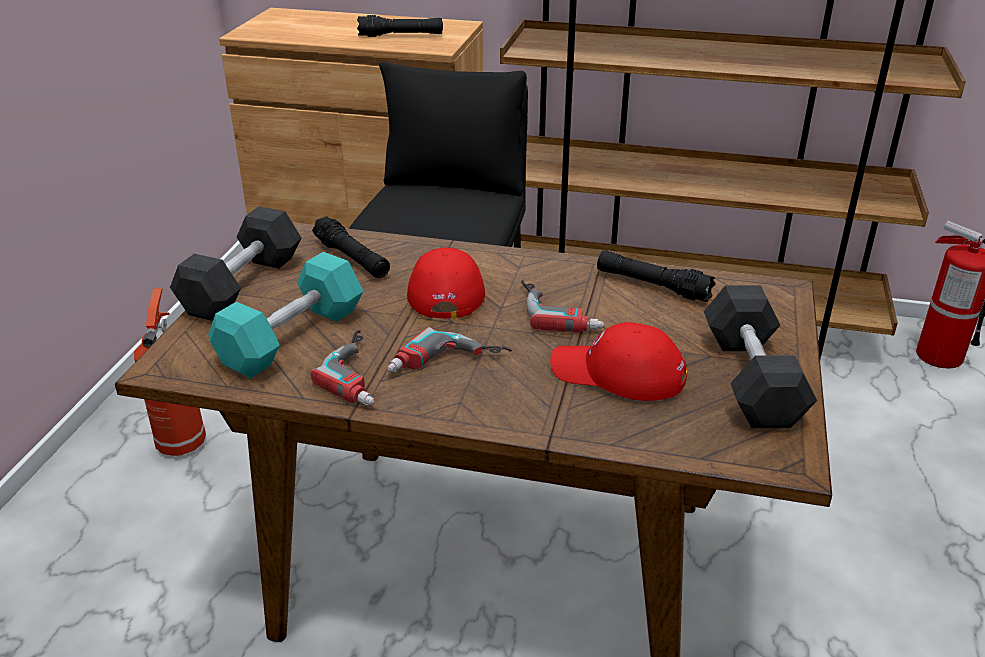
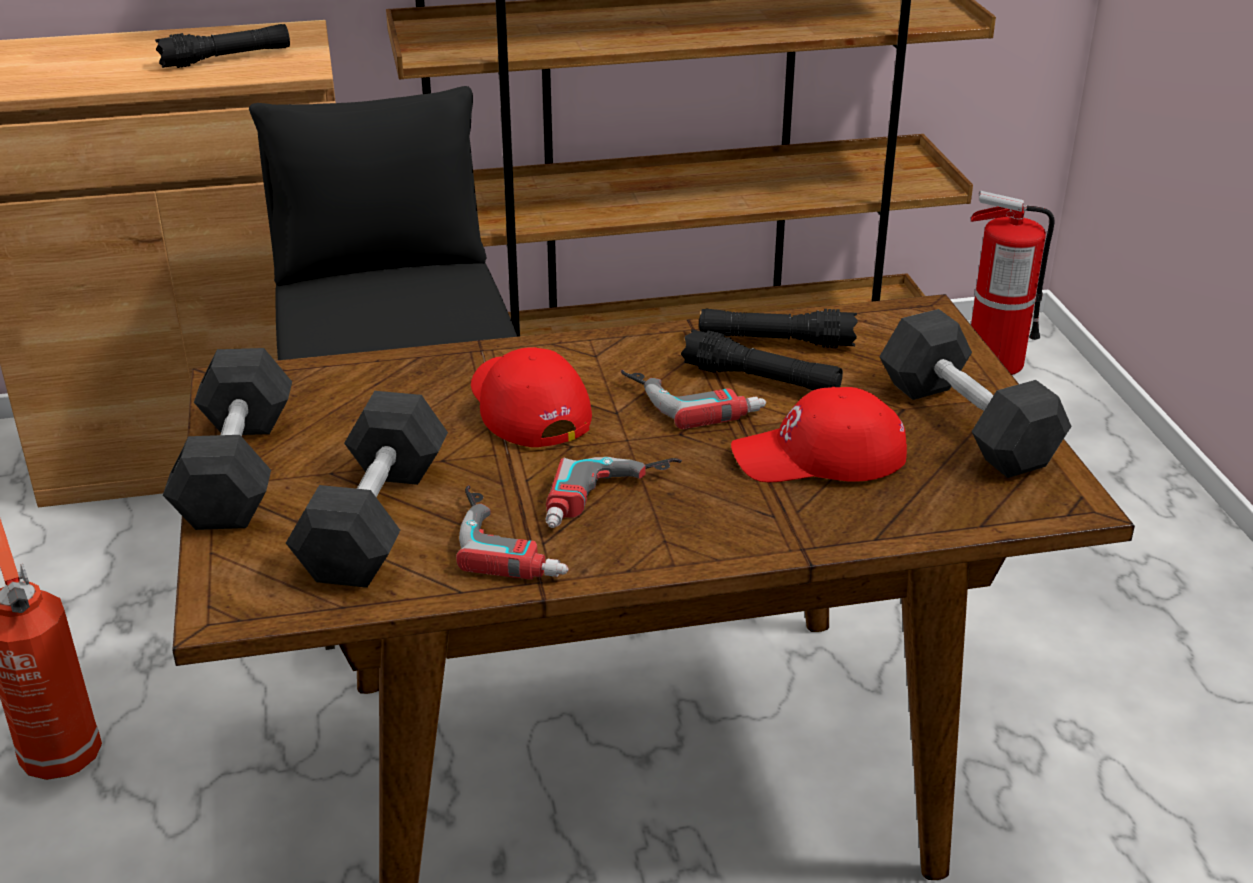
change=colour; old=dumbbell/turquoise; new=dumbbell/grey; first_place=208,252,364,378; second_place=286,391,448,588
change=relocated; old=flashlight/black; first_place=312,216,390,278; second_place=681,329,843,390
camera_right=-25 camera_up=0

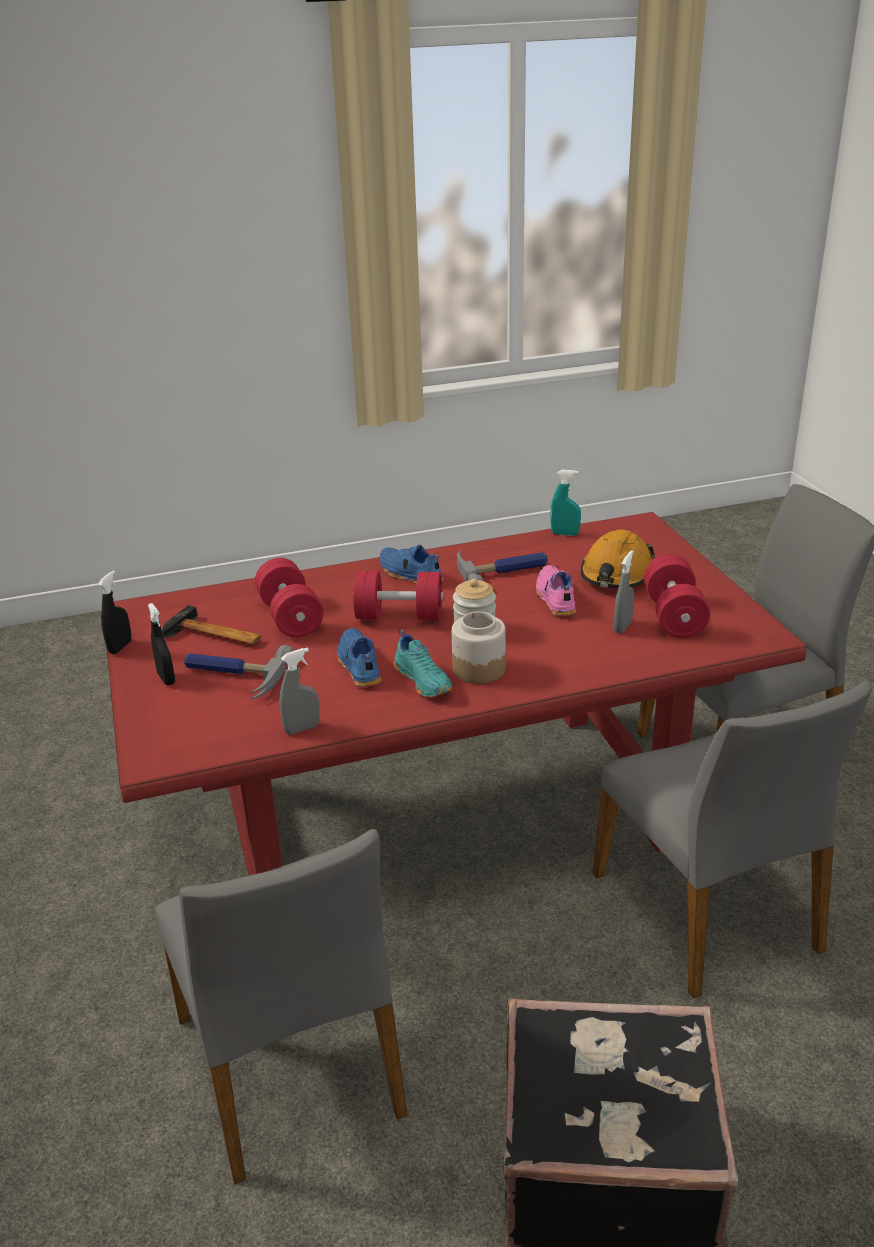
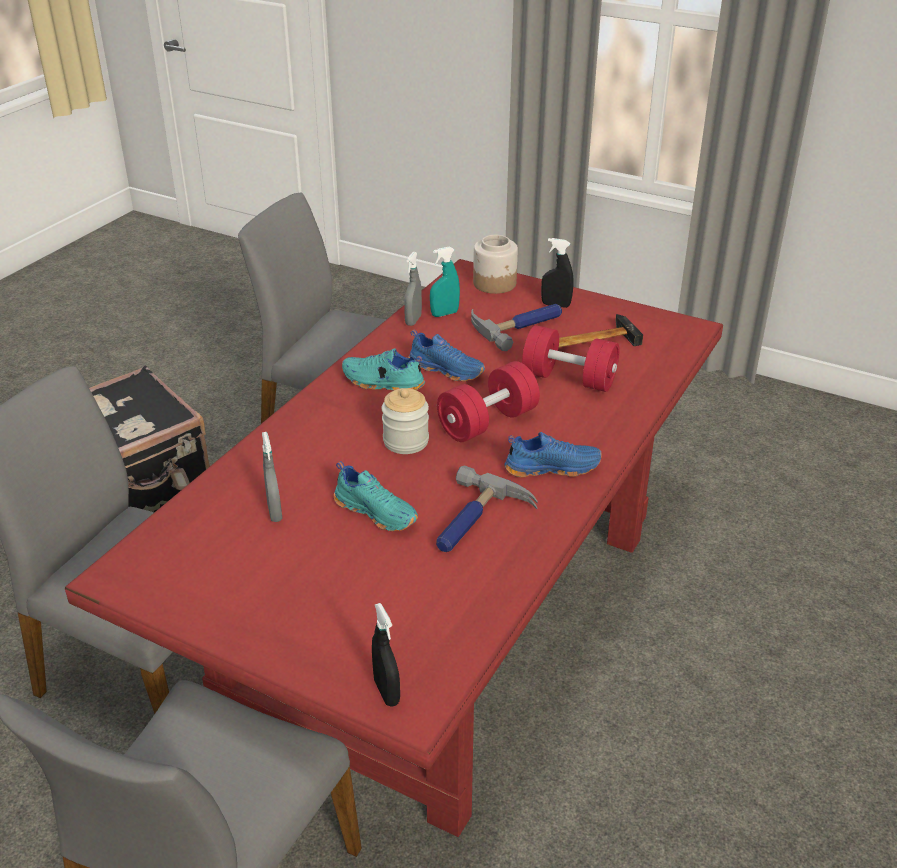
change=colour; old=shoe/pink; new=shoe/turquoise; first_place=536,565,577,616; second_place=334,461,418,531
change=relocated; old=spray bottle/black; first_place=98,570,131,654; second_place=372,603,400,707
change=relocated; old=spray bottle/turquoise; first_place=550,470,581,536; second_place=430,247,460,317
change=relocated; old=jar; first_place=452,612,506,684; second_place=473,235,518,294
change=missing; old=hard hat/orange; first_place=580,529,655,588
change=missing; old=dumbbell/red; first_place=644,554,710,638
camera_right=135 camera_up=5

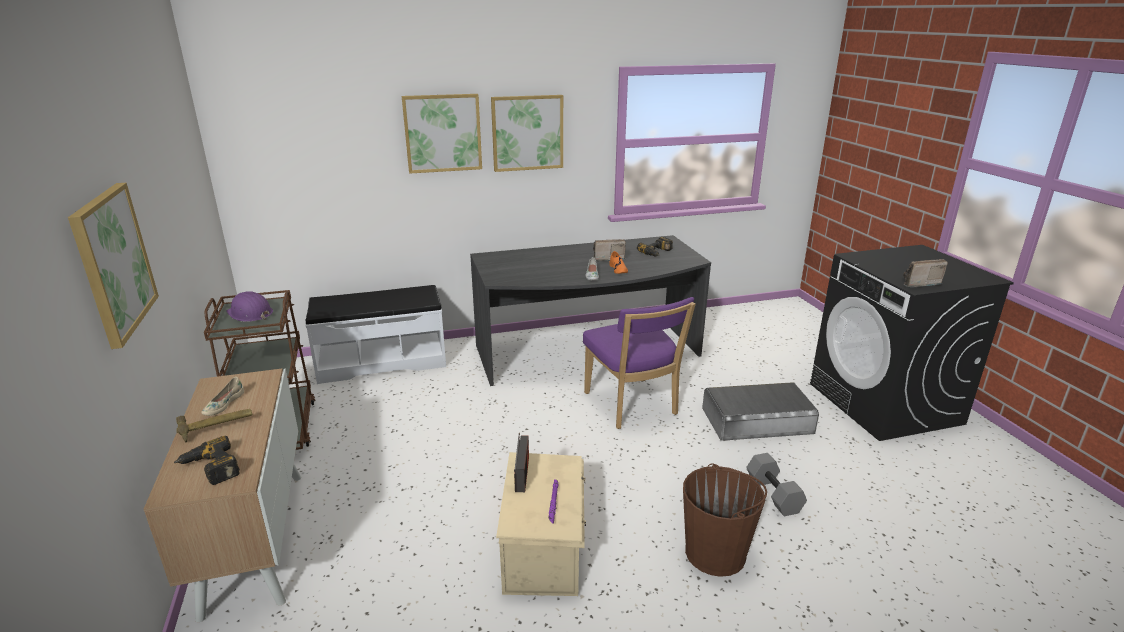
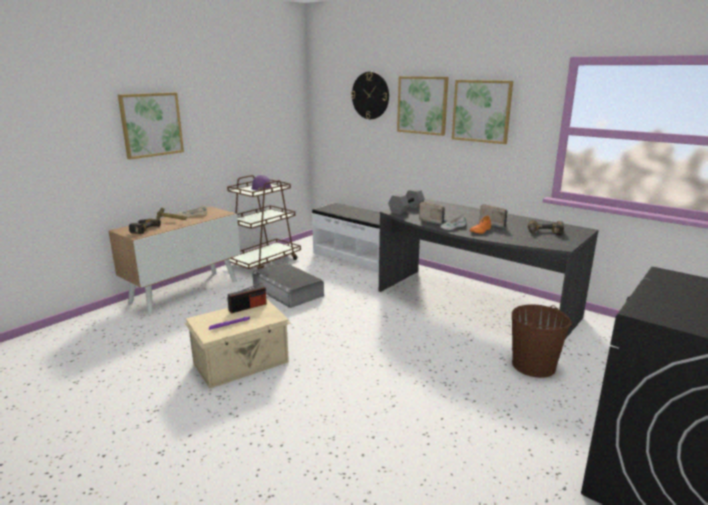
change=relocated; old=storage box/grey; first_place=702,382,819,441; second_place=252,262,324,308
change=appeared; new=wall clock; second_place=351,72,389,119
change=relocated; old=dumbbell/grey; first_place=746,453,807,516; second_place=388,189,425,214
change=relocated; old=radio; first_place=903,259,948,288; second_place=419,202,445,224
change=relocated; old=bucket/brown; first_place=683,463,767,577; second_place=512,304,571,378
change=missing; old=chair/purple; first_place=583,297,696,429
camera_right=55 camera_up=-5

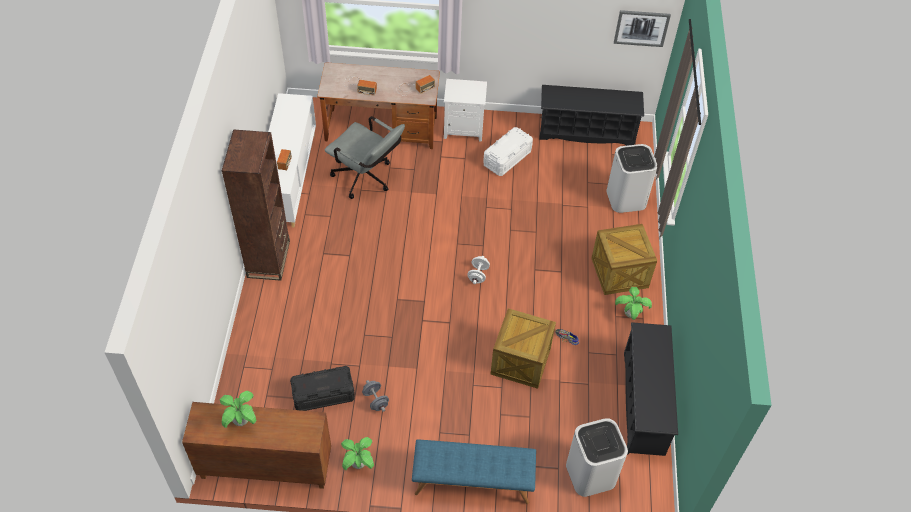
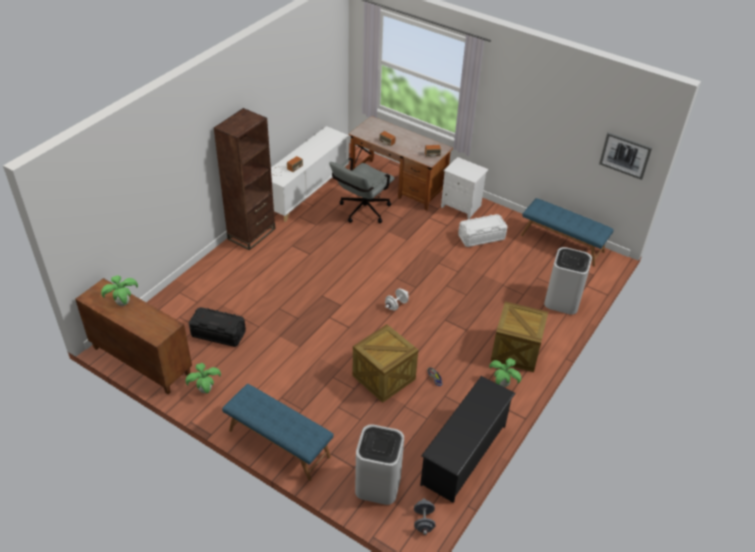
change=spun; old=office chair/grey; first_place=325,116,405,199; second_place=329,158,395,223; degrees=60
change=relocated; old=dumbbell/grey; first_place=362,380,389,412; second_place=414,498,435,535
change=exchanged; old=shoe rack/black; new=bench/blue; first_place=539,85,644,146; second_place=521,198,614,267
camera_right=30 camera_up=-10

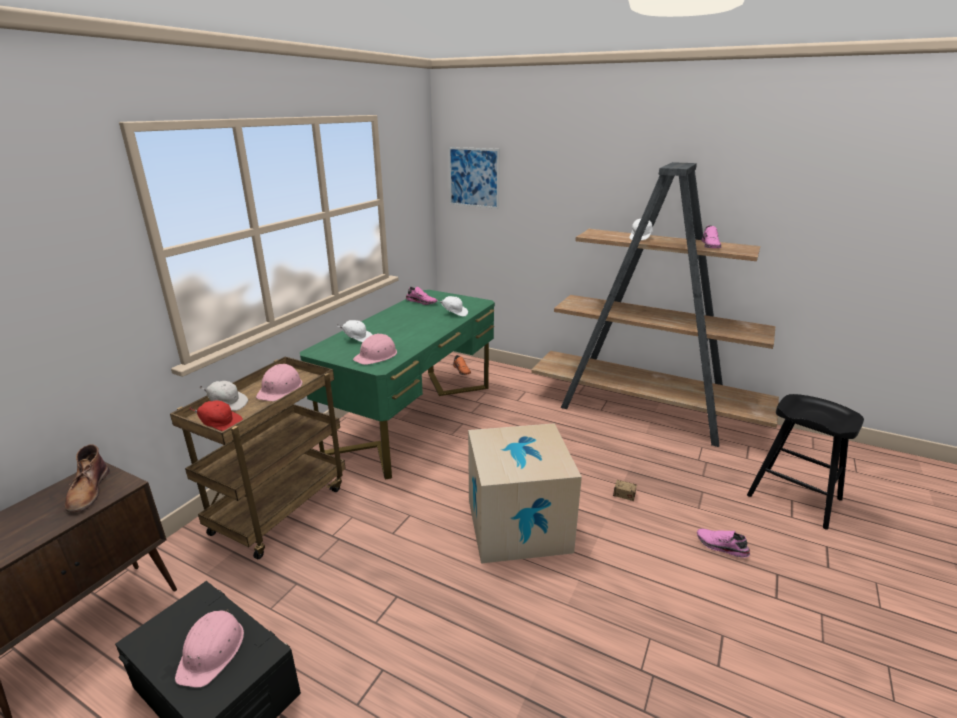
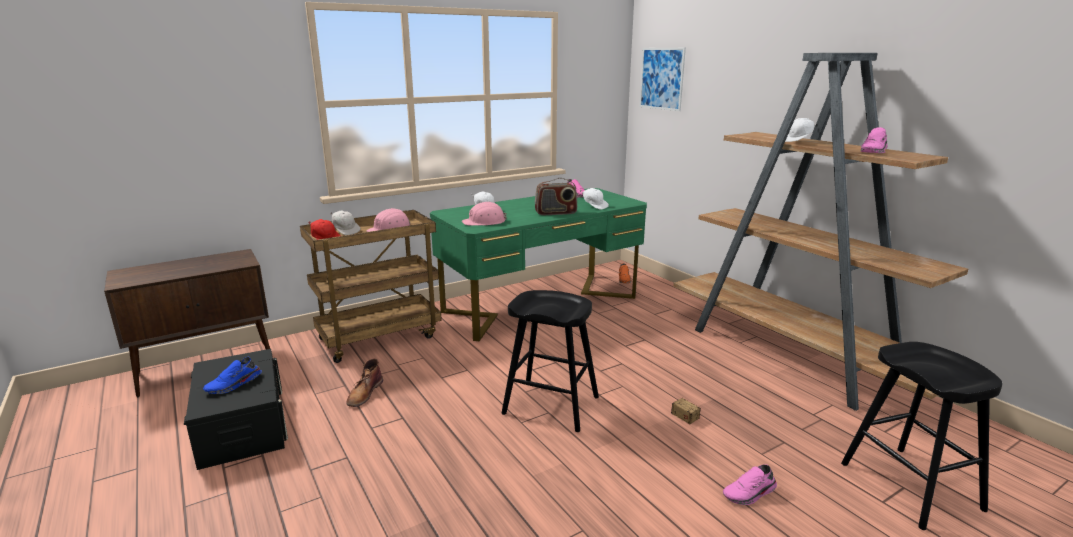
change=exchanged; old=hard hat/pink; new=shoe/blue; first_place=175,609,244,688; second_place=203,357,262,394
change=relocated; old=boot/brown; first_place=65,444,109,513; second_place=346,359,383,407
change=exchanged; old=cardboard box; new=stool/black; first_place=468,423,582,564; second_place=501,290,599,432
change=appeared; new=radio; second_place=535,178,577,215
change=spun; old=shoe/pink; first_place=697,529,750,558; second_place=723,465,777,505; degrees=-90
camera_right=30 camera_up=-5

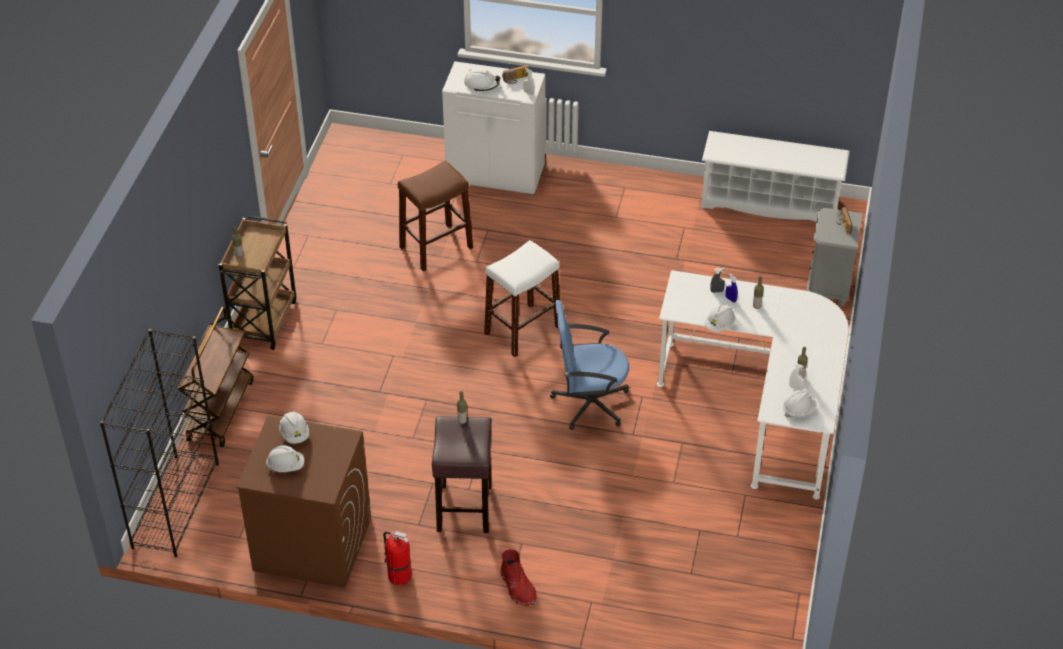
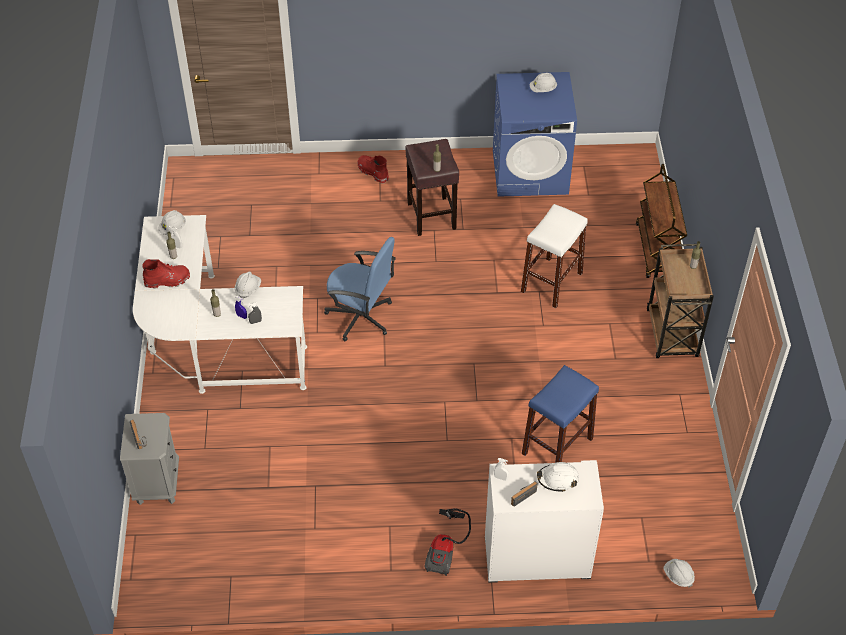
change=appeared; new=boot/red; second_place=142,259,190,289
change=spun; old=office chair/blue; first_place=550,300,629,430; second_place=324,237,396,341; degrees=45
change=appeared; new=vacuum cleaner; second_place=424,508,471,576
change=colour; old=washing machine/brown; new=washing machine/blue; first_place=236,415,371,588; second_place=493,72,577,197
change=relocated; old=stool/white; first_place=484,240,560,357; second_place=521,204,588,308
change=colour; old=stool/brown; new=stool/blue; first_place=398,161,473,271; second_place=522,365,599,463
change=relocated; old=hard hat/white; first_place=279,411,309,444; second_place=664,559,695,588
change=missing; old=bookcase/black; first_place=100,329,219,557
change=missing; old=fire extinguisher; first_place=383,531,412,585
change=missing; old=shoe rack/white; first_place=701,131,850,222
camera_right=165 camera_up=5

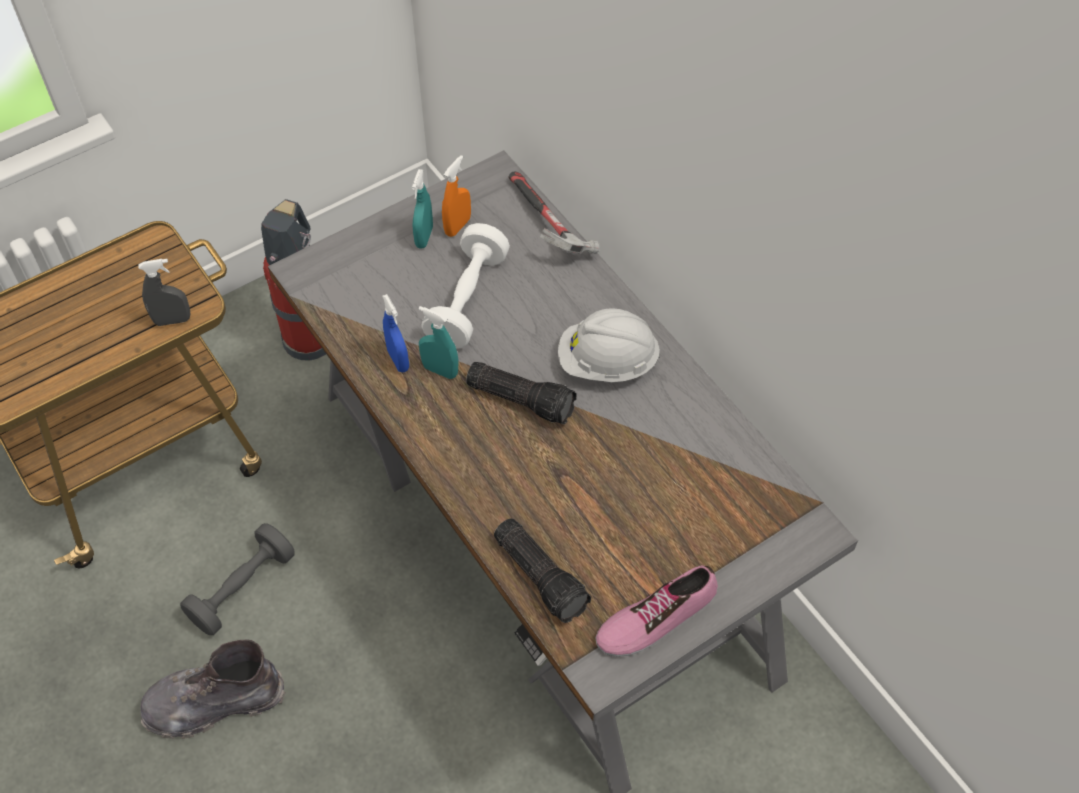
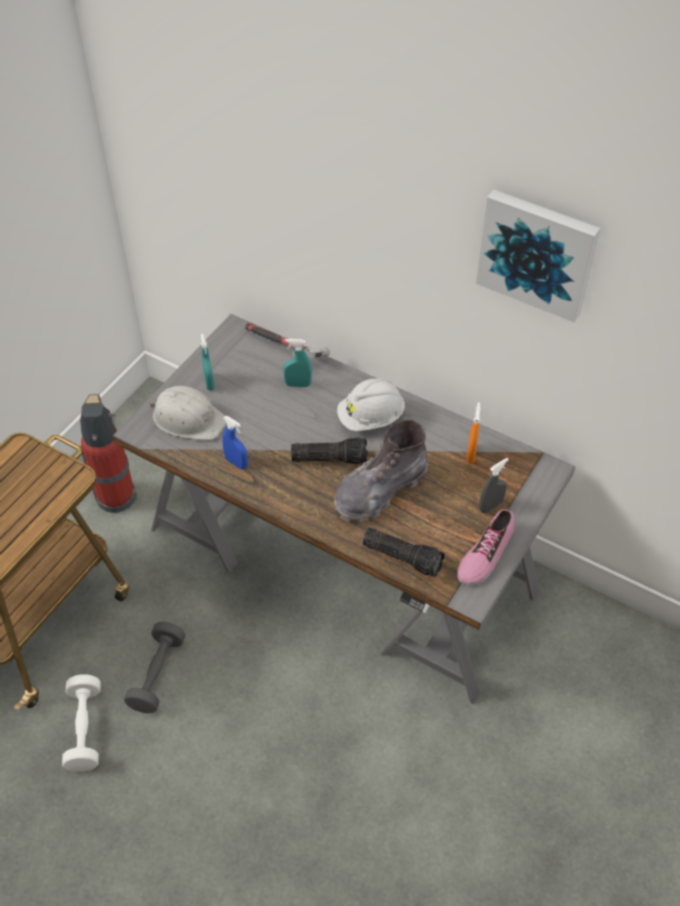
change=relocated; old=dumbbell/white; first_place=421,223,510,349; second_place=62,674,101,772
change=appeared; new=hard hat/white; second_place=149,386,227,440
change=relocated; old=spray bottle/turquoise; first_place=419,306,458,379; second_place=283,339,312,387
change=relocated; old=boot/grey; first_place=141,640,285,739; second_place=334,420,428,522
change=relocated; old=spray bottle/orange; first_place=442,155,471,237; second_place=467,402,480,464
change=appeared; new=picture; second_place=476,190,600,322
change=relocated; old=spray bottle/grey; first_place=138,259,190,326; second_place=479,458,509,514
camera_right=-25 camera_up=-5

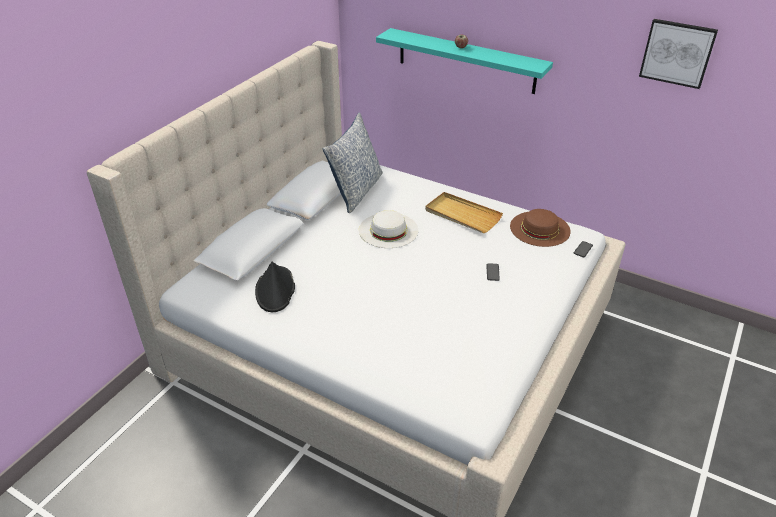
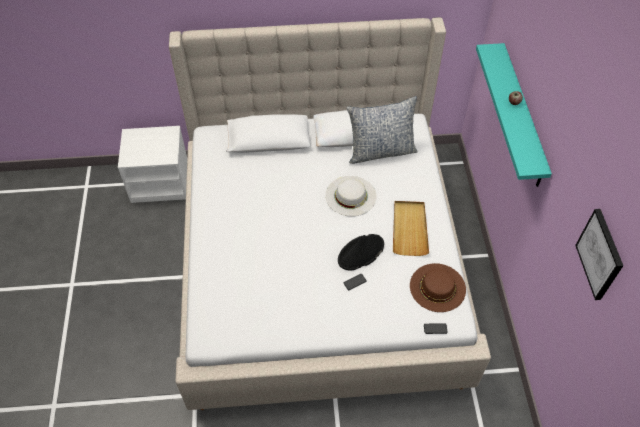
change=appeared; new=nightstand/white; second_place=118,126,187,203
change=relocated; old=hat/black; first_place=255,262,295,312; second_place=338,234,384,270
camera_right=55 camera_up=15

